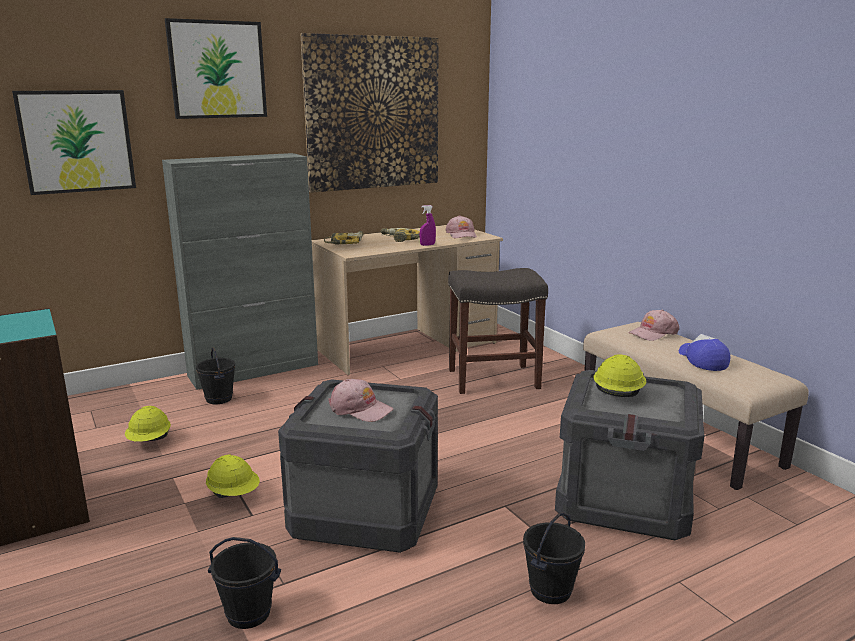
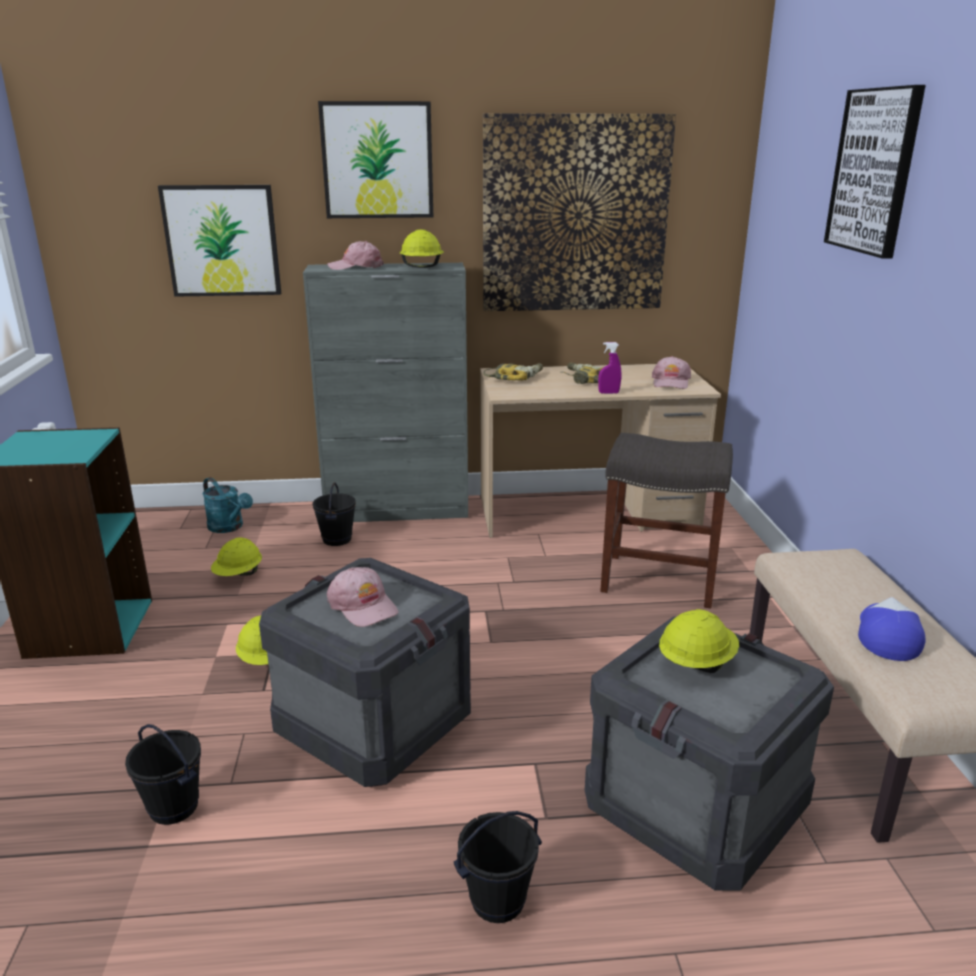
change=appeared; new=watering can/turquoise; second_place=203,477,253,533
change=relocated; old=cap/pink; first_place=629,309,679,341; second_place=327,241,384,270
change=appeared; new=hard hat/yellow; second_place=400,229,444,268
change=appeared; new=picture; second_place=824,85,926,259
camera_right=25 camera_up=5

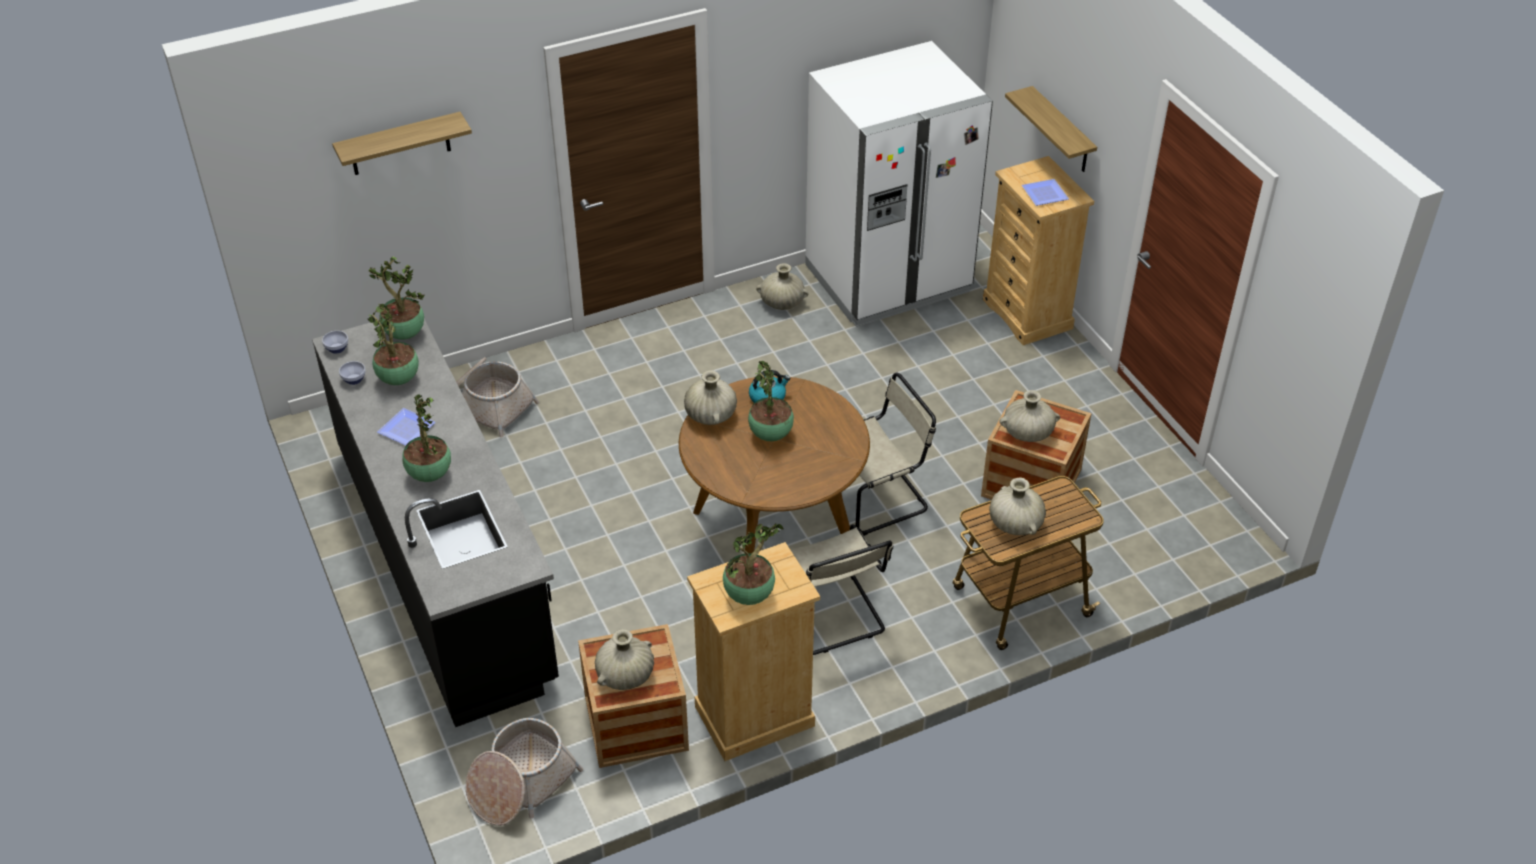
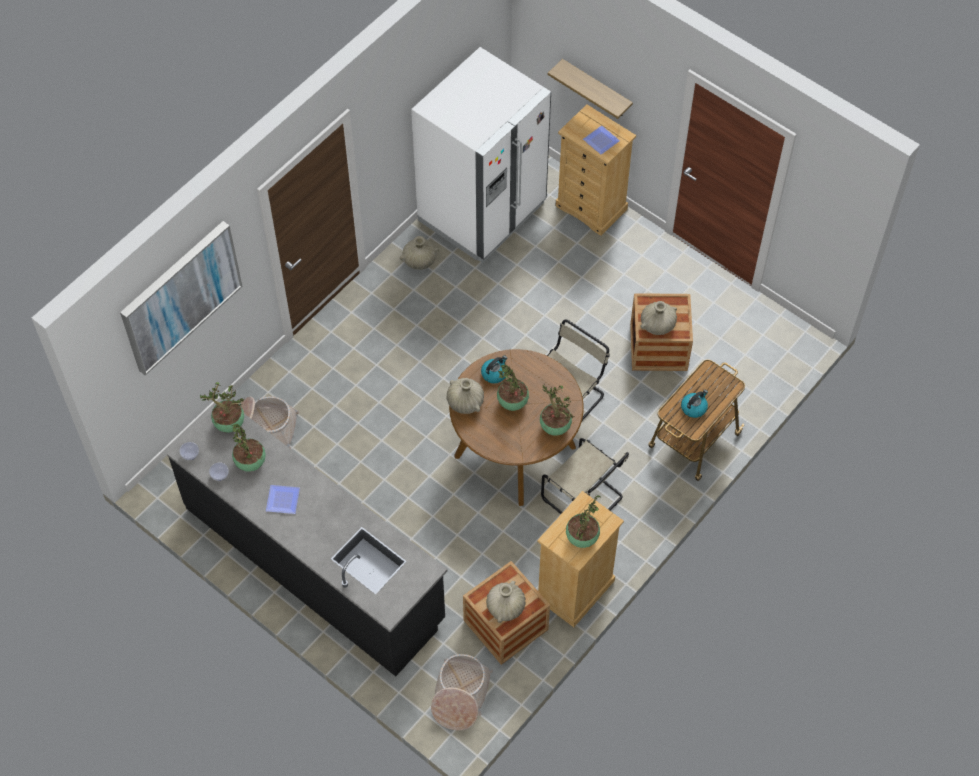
change=exchanged; old=shelf; new=picture; first_place=332,112,472,175; second_place=120,221,243,375
change=relocated; old=potted plant; first_place=402,395,451,482; second_place=540,384,575,436
change=exchanged; old=vase/beige; new=kettle; first_place=989,477,1046,535; second_place=681,390,708,418
camera_right=-25 camera_up=15

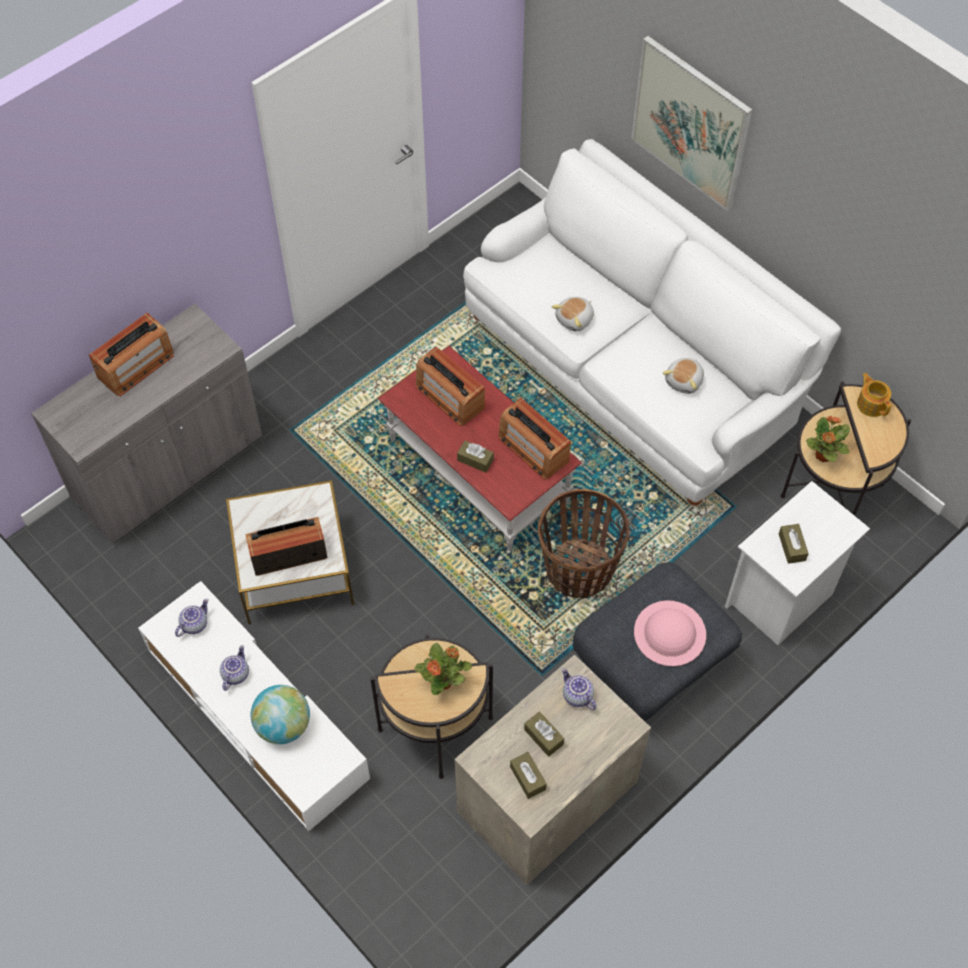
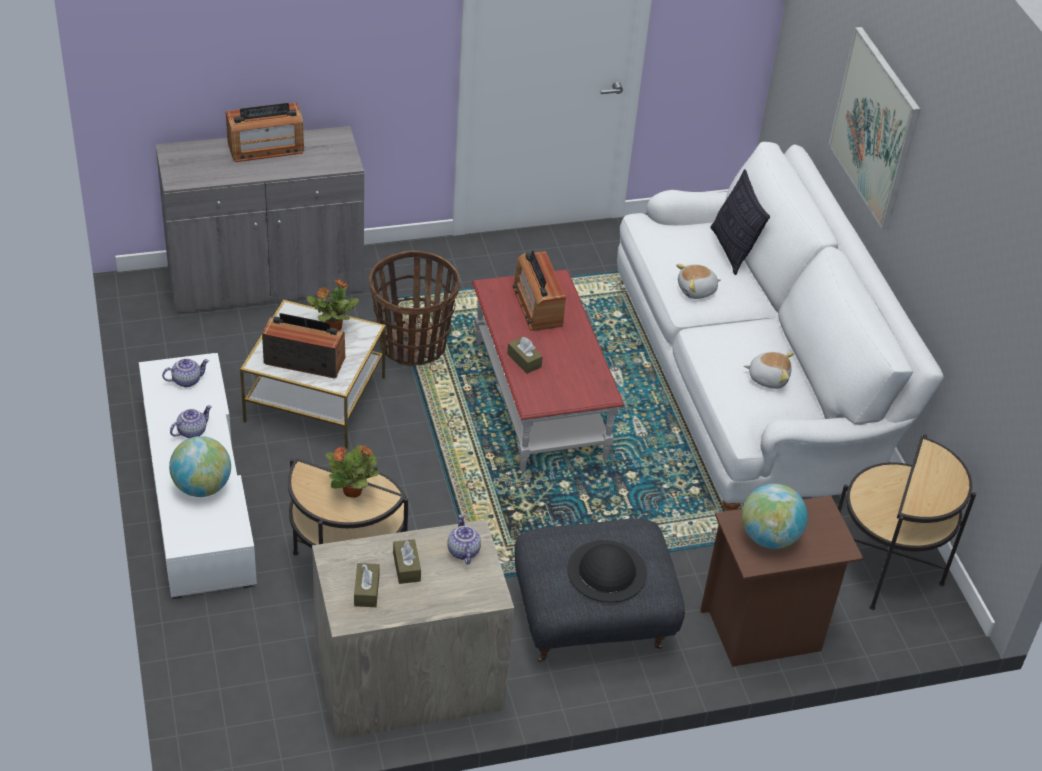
change=relocated; old=potted plant; first_place=806,416,850,462; second_place=307,280,359,331
change=relocated; old=basket; first_place=538,489,630,599; second_place=369,251,460,366
change=colour; old=hat/pink; new=hat/black; first_place=634,600,706,666; second_place=567,540,647,603
change=colour; old=nightstand/white; new=nightstand/brown; first_place=725,481,870,645; second_place=700,495,863,667
change=appeared; new=pillow; second_place=710,169,770,275
change=exchanged; old=tissue box/brown; new=globe; first_place=779,524,809,564; second_place=742,484,808,549
change=spun; old=plush toy; first_place=663,358,704,394; second_place=744,352,794,389; degrees=-135
change=missing; old=radio; first_place=498,398,571,480
change=missing; old=teapot; first_place=857,373,891,417
camera_right=25 camera_up=-15

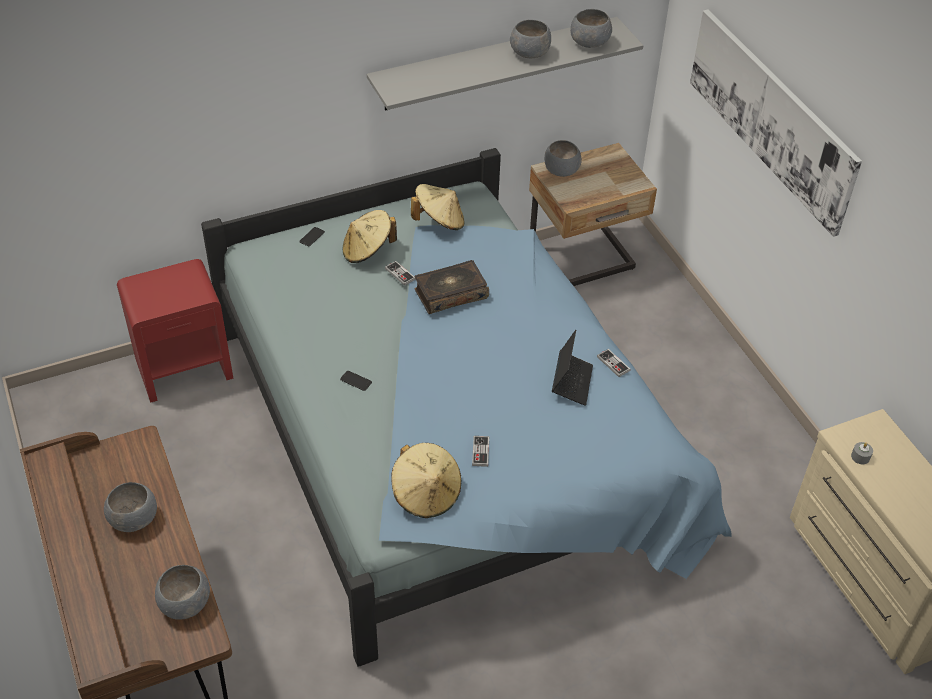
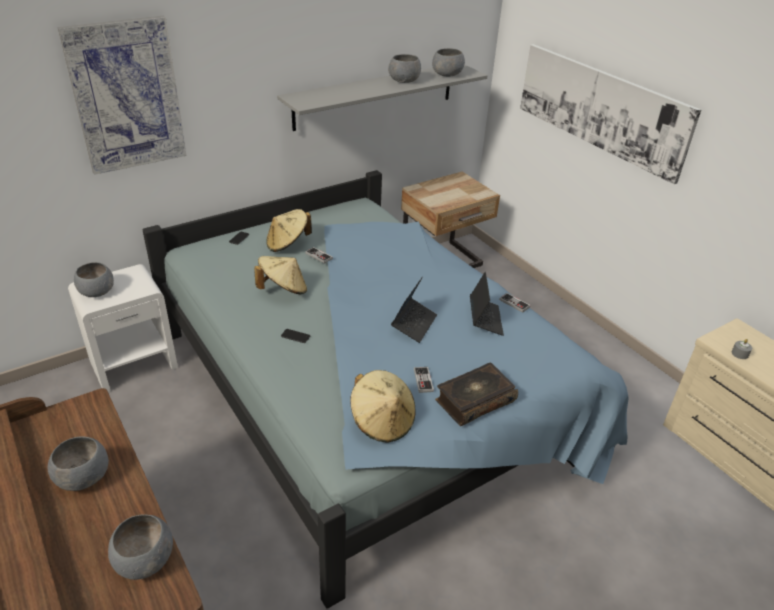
change=appeared; new=picture; second_place=57,16,186,175
change=colour; old=nightstand/red; new=nightstand/white; first_place=117,259,233,403; second_place=68,264,178,392
change=relocated; old=bowl/grey; first_place=544,140,582,177; second_place=74,262,114,297
change=relocated; old=hat/beige; first_place=411,184,465,230; second_place=254,256,307,295
change=appeared; new=laptop; second_place=391,276,437,343
change=relocated; old=book; first_place=414,260,489,314; second_place=435,363,518,426
camera_right=-10 camera_up=-10

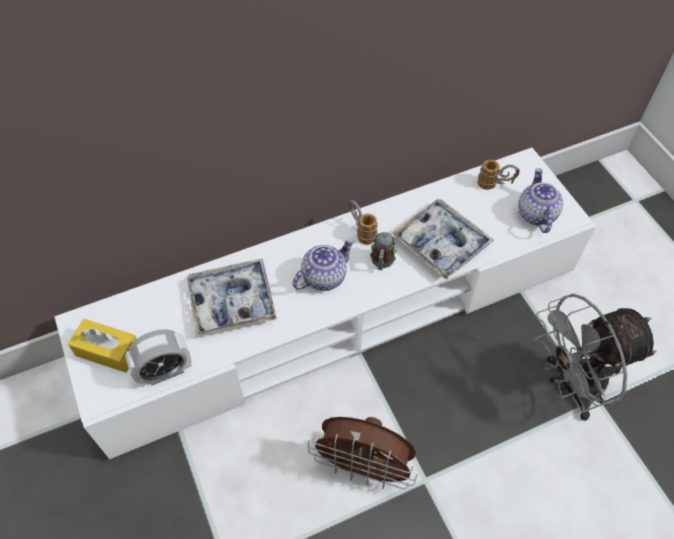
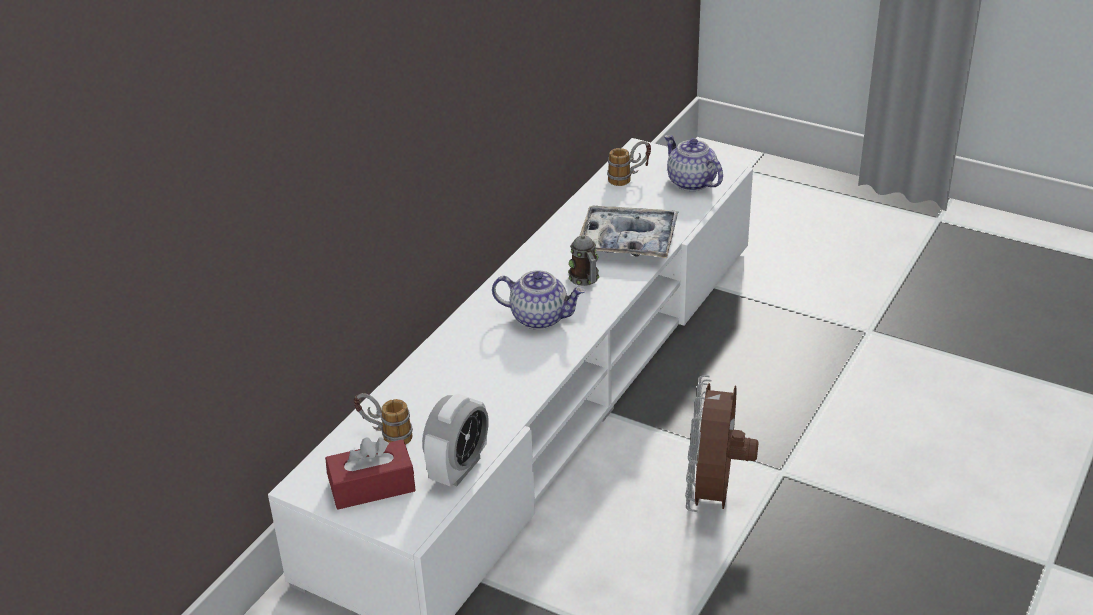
change=colour; old=tissue box/yellow; new=tissue box/red; first_place=68,319,137,373; second_place=325,437,416,510
change=relocated; old=mug; first_place=349,200,378,245; second_place=354,393,413,445
change=spun; old=teapot; first_place=292,239,354,291; second_place=492,270,586,330; degrees=90
change=spun; old=fan/brown; first_place=307,417,418,489; second_place=685,375,759,512; degrees=120
change=missing; old=tray; first_place=187,259,277,336
change=missing; old=fan/grey; first_place=535,293,657,421
camera_right=-35 camera_up=-20

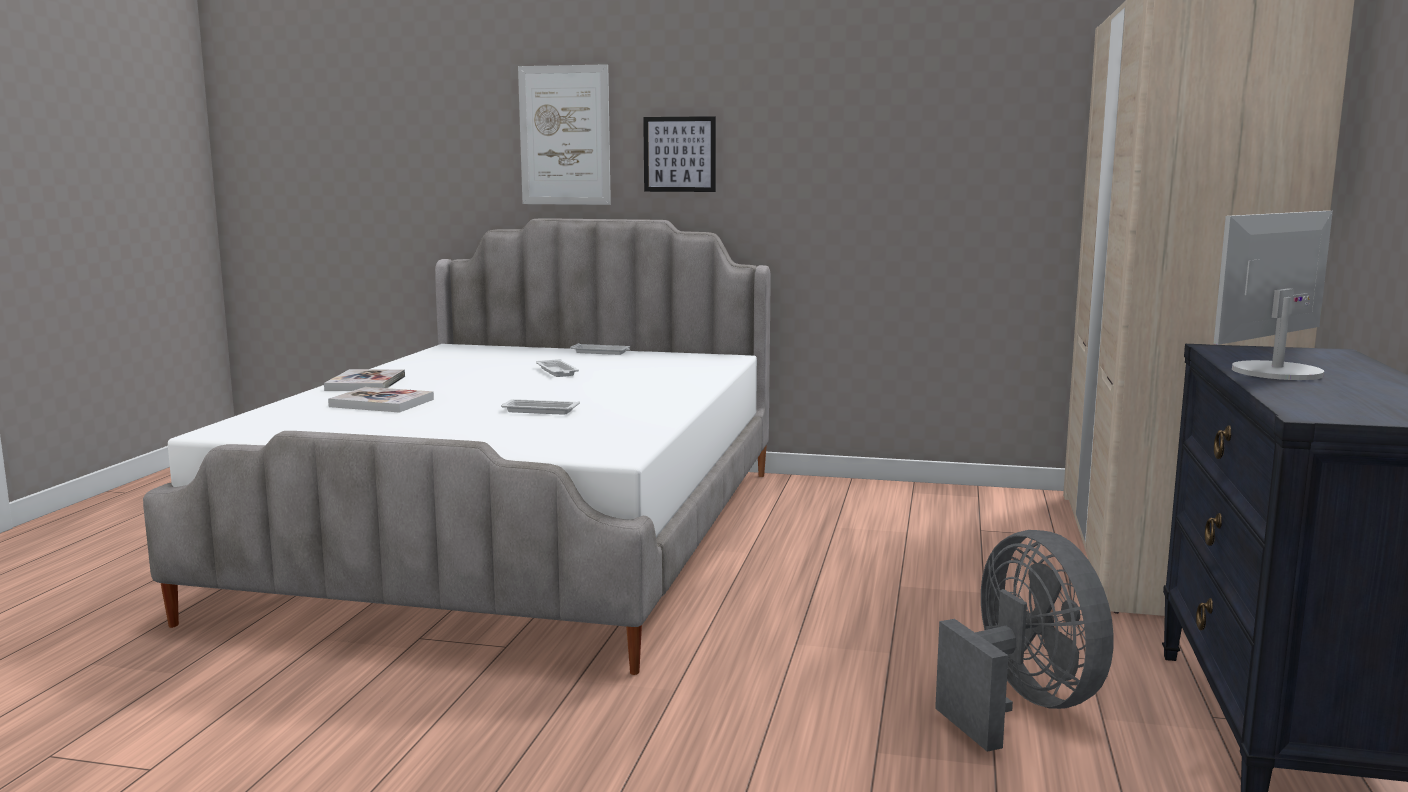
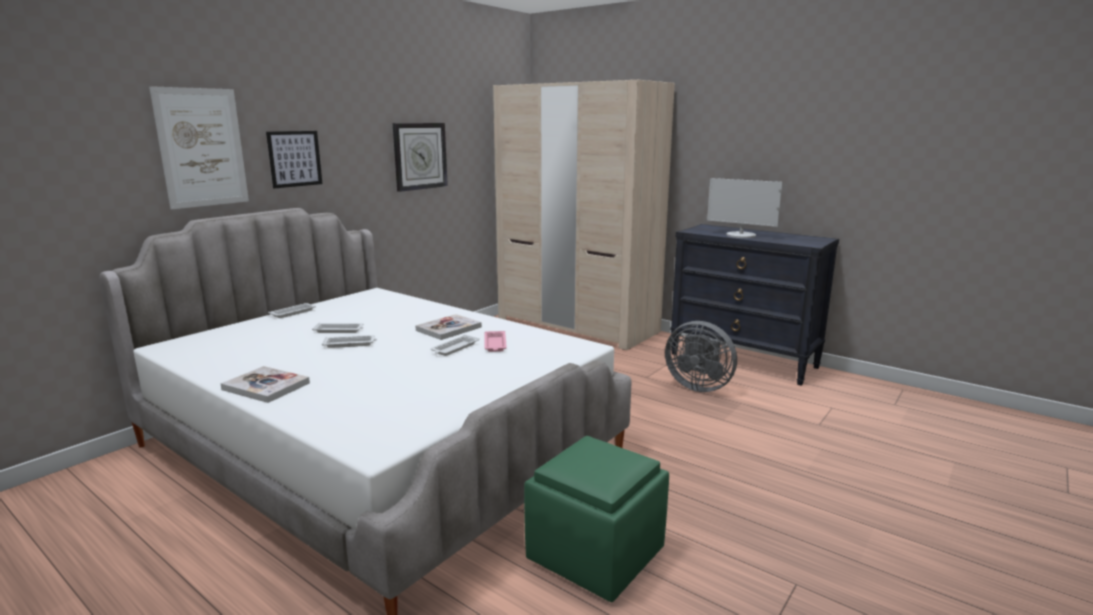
change=appeared; new=tray/white; second_place=322,335,377,348
change=appeared; new=wall clock; second_place=393,123,448,192
change=relocated; old=book; first_place=328,387,434,413; second_place=415,314,482,340
change=appeared; new=tray/pink; second_place=484,331,507,352
change=appeared; new=ottoman/green; second_place=524,436,669,602
change=spun; old=fan/grey; first_place=935,530,1114,752; second_place=665,321,737,392; degrees=-150
change=spun; old=monitor; first_place=1214,211,1333,380; second_place=707,178,783,238; degrees=-45
camera_right=-65 camera_up=5

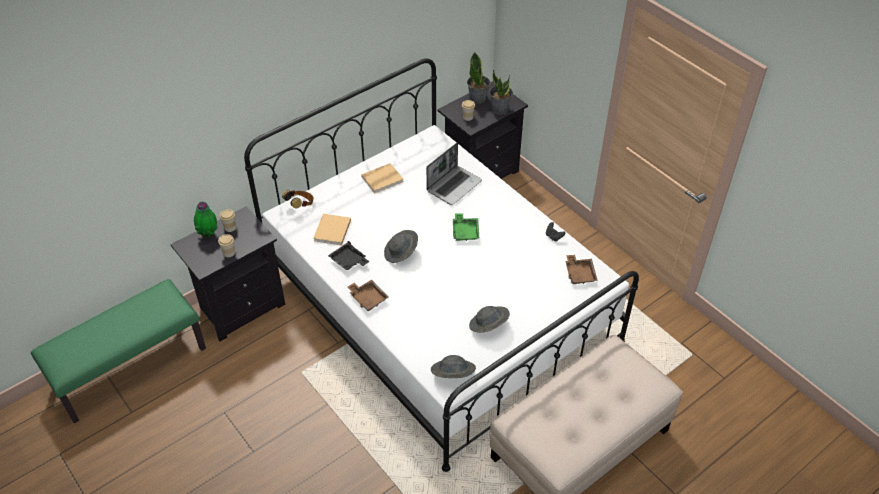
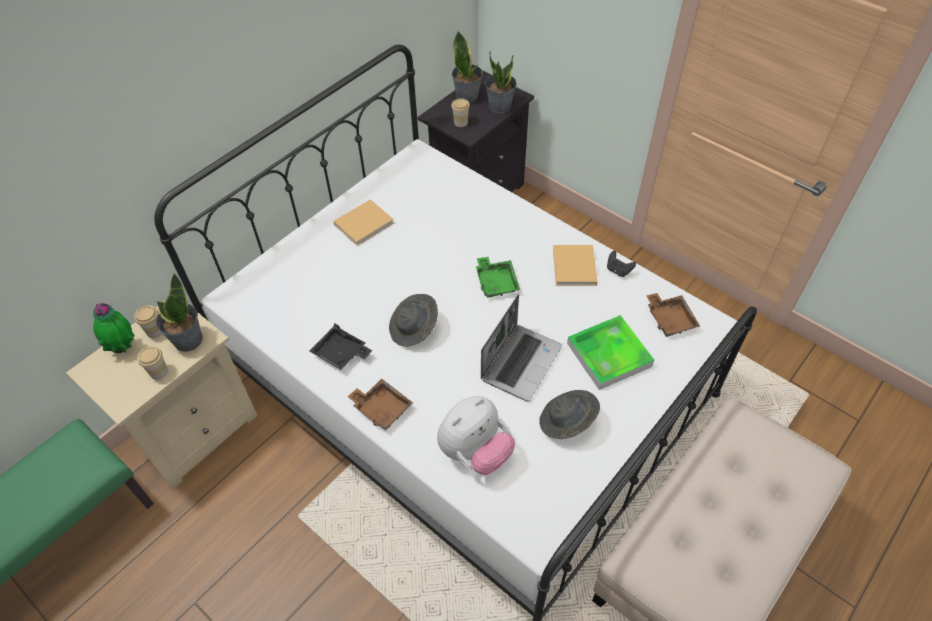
change=colour; old=nightstand/black; new=nightstand/beige; first_place=170,206,285,341; second_place=66,300,258,489
change=appeared; new=potted plant; second_place=156,273,203,352
change=appeared; new=plush toy; second_place=437,396,515,475
change=relocated; old=laptop; first_place=426,142,482,205; second_place=481,294,562,401
change=relocated; old=book/beige; first_place=313,214,351,245; second_place=553,245,598,286
change=appeared; new=tray; second_place=567,315,654,390
change=missing; old=headphones; first_place=282,190,314,209
change=missing; old=hat/grey; first_place=431,355,476,378
camera_right=-10 camera_up=5

